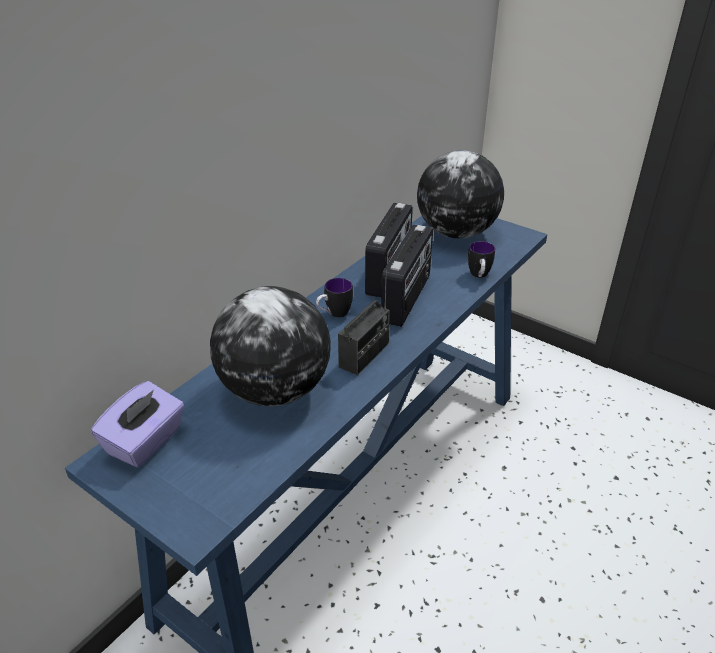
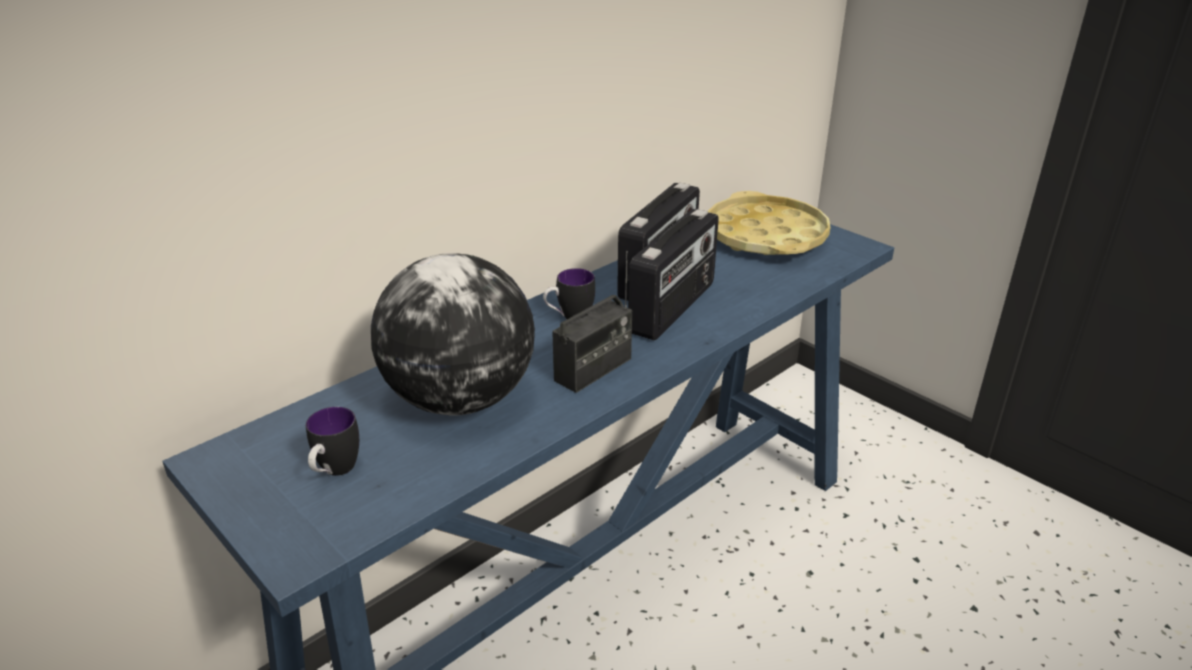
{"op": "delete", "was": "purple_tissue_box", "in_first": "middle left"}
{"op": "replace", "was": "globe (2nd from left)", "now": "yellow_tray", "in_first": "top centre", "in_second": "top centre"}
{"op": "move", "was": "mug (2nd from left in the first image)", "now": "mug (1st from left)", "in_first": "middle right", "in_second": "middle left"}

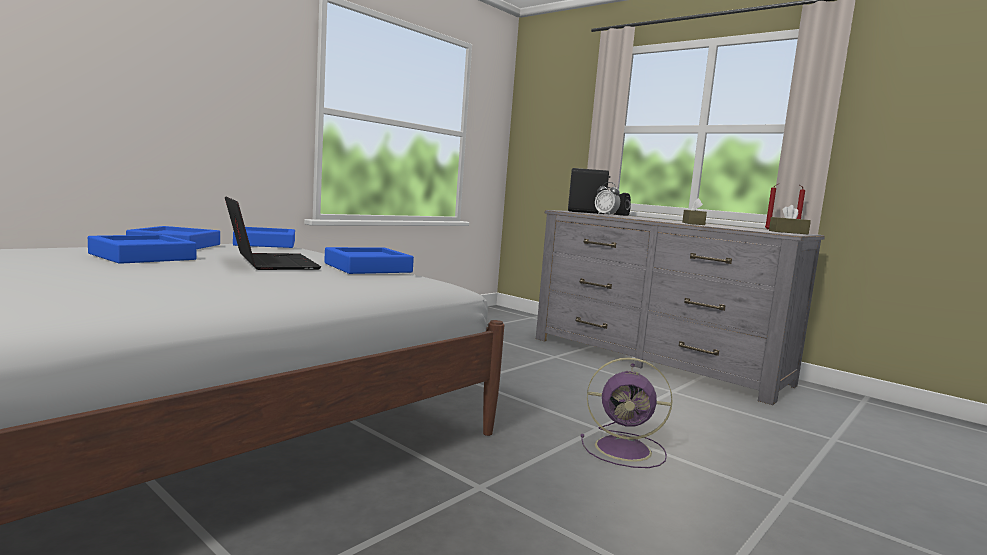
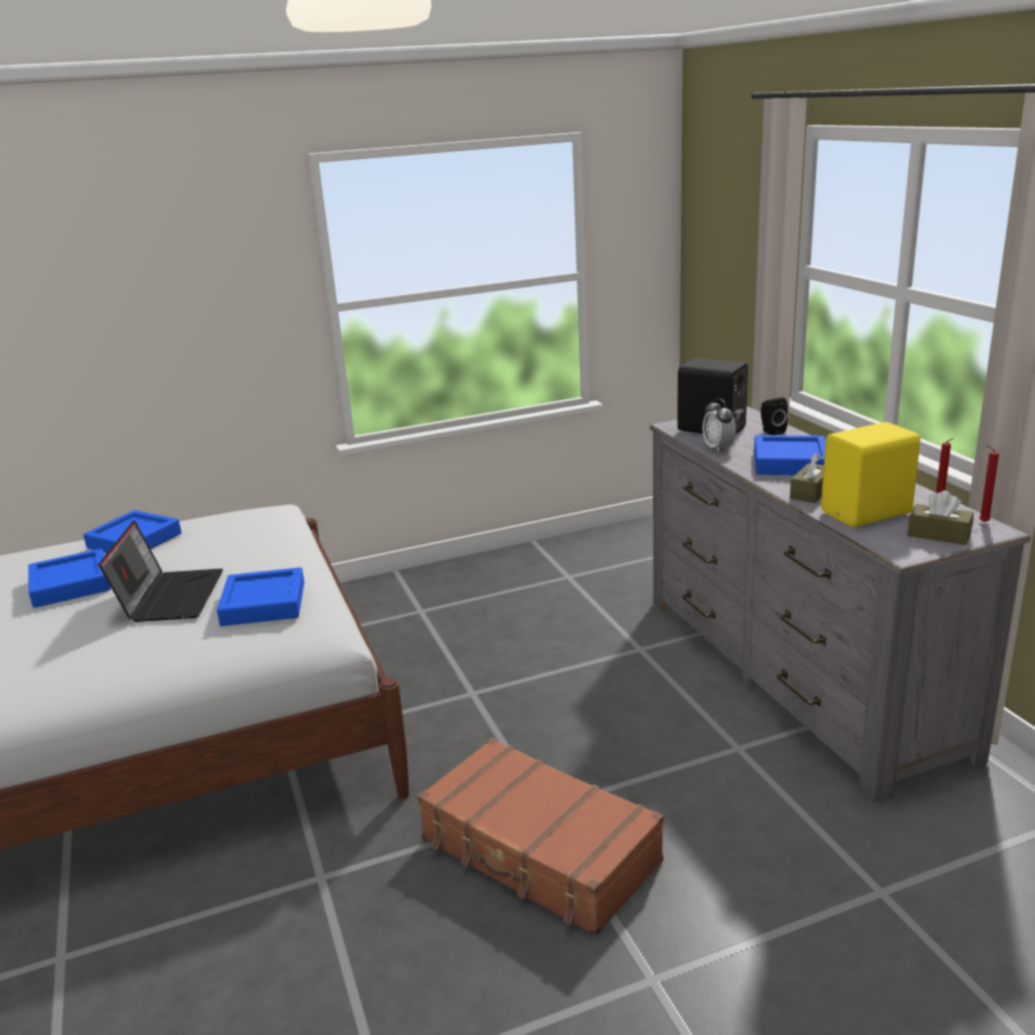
{"op": "move", "was": "blue_tray (3rd from left in the first image)", "now": "blue_tray (4th from left)", "in_first": "middle left", "in_second": "middle right"}
{"op": "replace", "was": "purple_fan", "now": "brown_suitcase", "in_first": "bottom centre", "in_second": "bottom centre"}
{"op": "insert", "now": "yellow_speaker", "in_second": "middle right"}

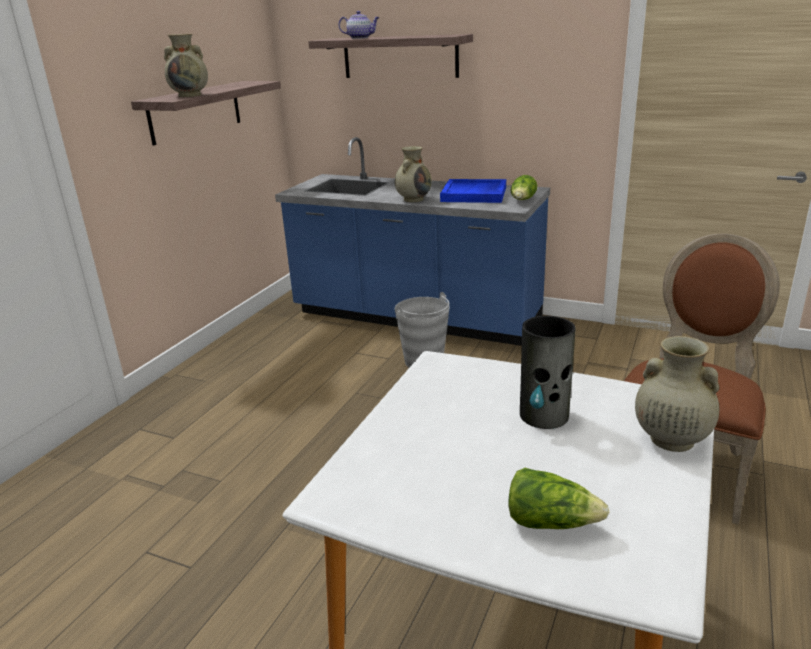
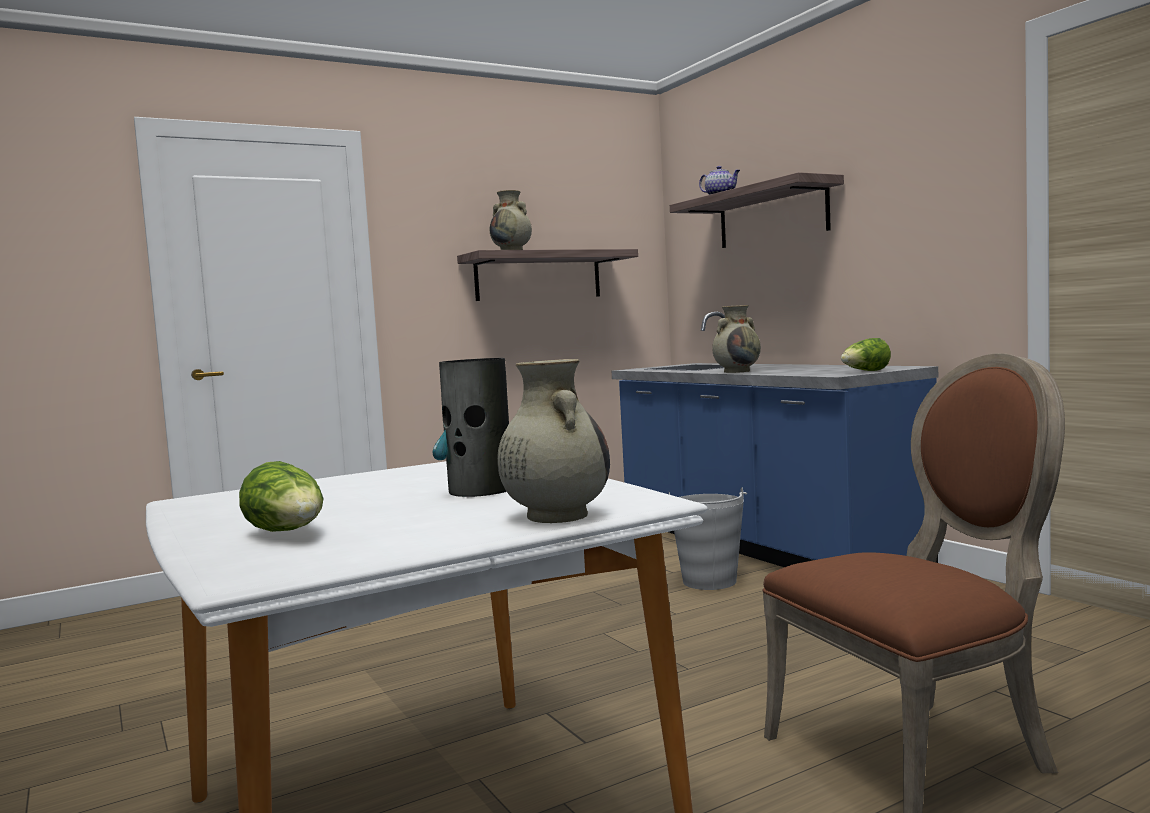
{"op": "delete", "was": "blue_tray", "in_first": "top centre"}

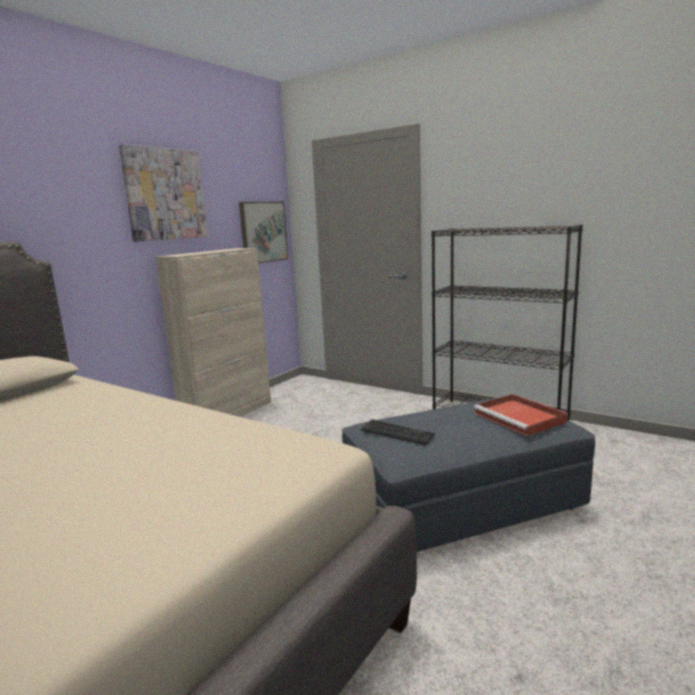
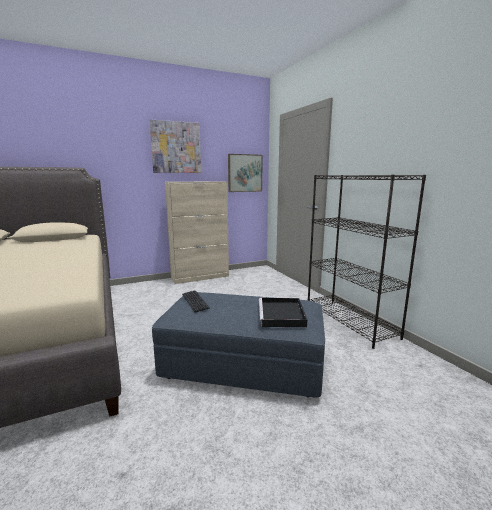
{"op": "recolor", "was": "red_tray", "now": "black_tray", "in_first": "middle right", "in_second": "centre"}

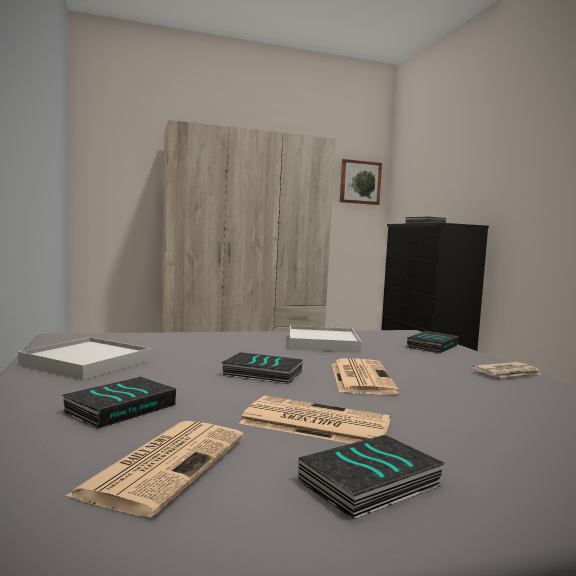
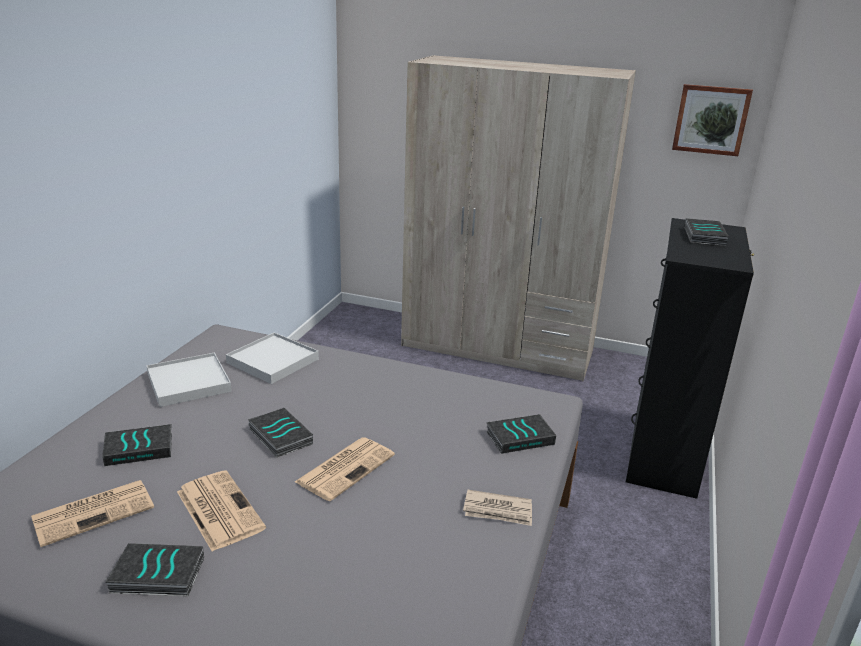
{"op": "move", "was": "white_tray (2nd from left)", "in_first": "centre", "in_second": "middle left"}

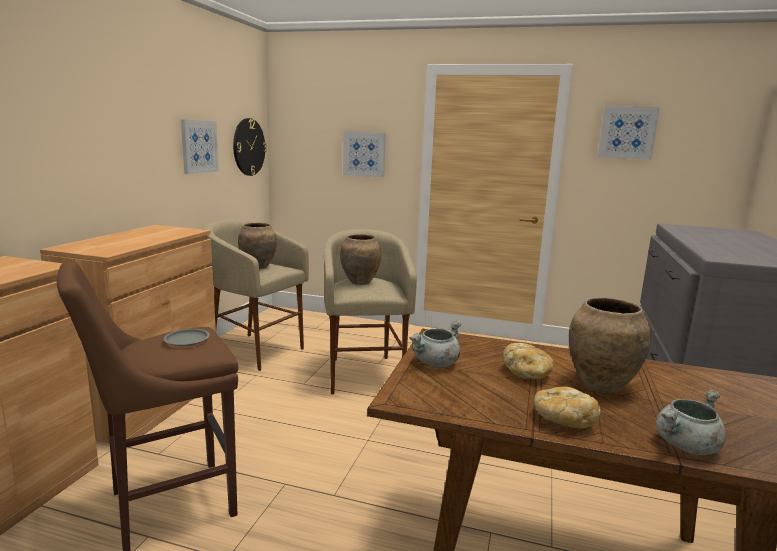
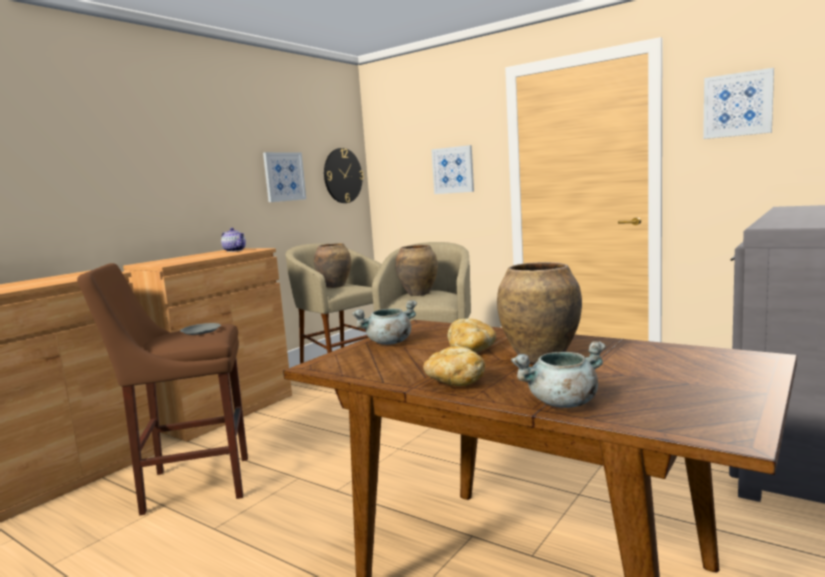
{"op": "insert", "now": "teapot", "in_second": "middle left"}

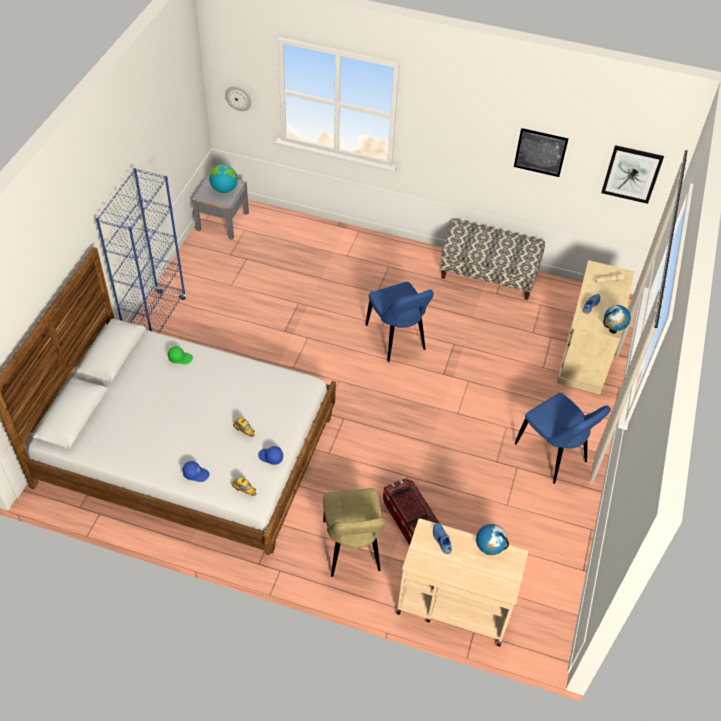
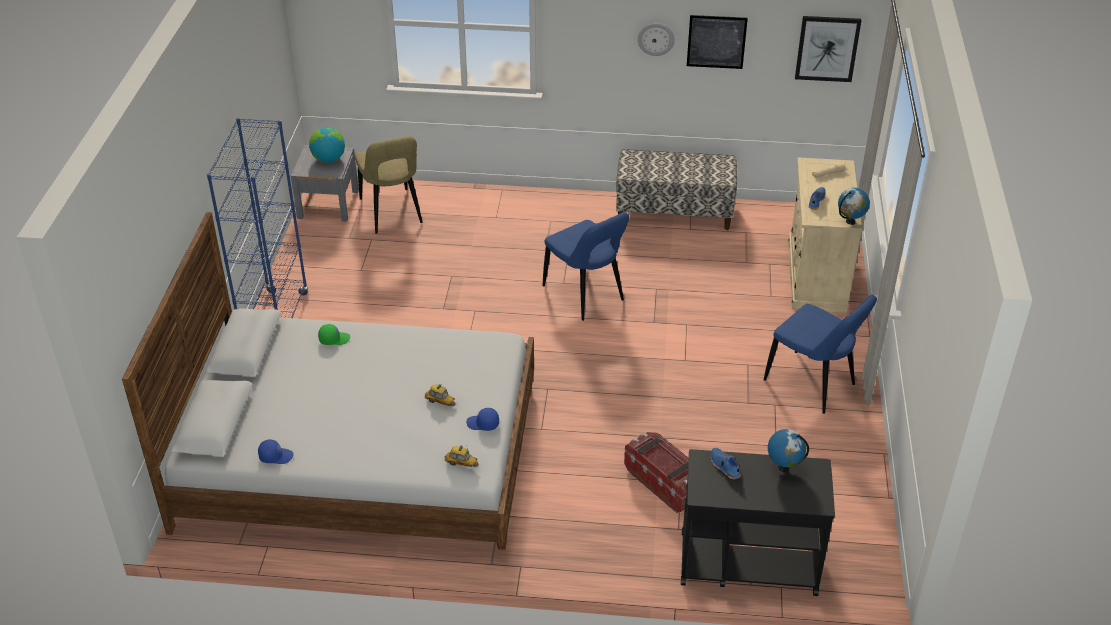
{"op": "move", "was": "blue_cap (1st from left)", "in_first": "middle left", "in_second": "bottom left"}
{"op": "move", "was": "wall_clock", "in_first": "top left", "in_second": "top centre"}
{"op": "move", "was": "beige_chair", "in_first": "bottom centre", "in_second": "top centre"}
{"op": "recolor", "was": "beige_cart", "now": "black_cart", "in_first": "bottom centre", "in_second": "bottom right"}

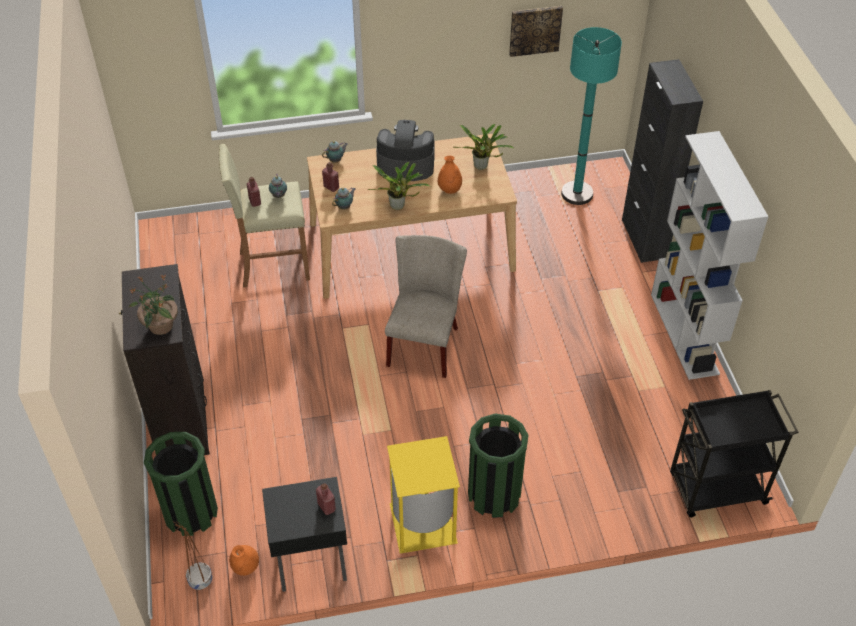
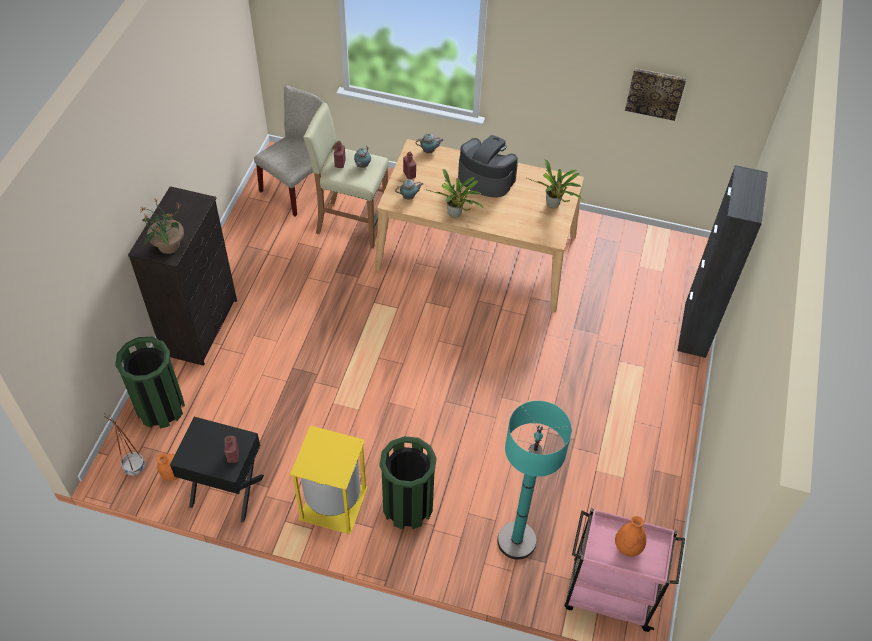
{"op": "move", "was": "beige_chair", "in_first": "centre", "in_second": "top left"}
{"op": "move", "was": "orange_vase (2nd from left)", "in_first": "top centre", "in_second": "bottom right"}
{"op": "move", "was": "turquoise_floor_lamp", "in_first": "top right", "in_second": "bottom centre"}
{"op": "delete", "was": "white_bookcase", "in_first": "middle right"}
{"op": "recolor", "was": "black_cart", "now": "pink_cart", "in_first": "bottom right", "in_second": "bottom right"}

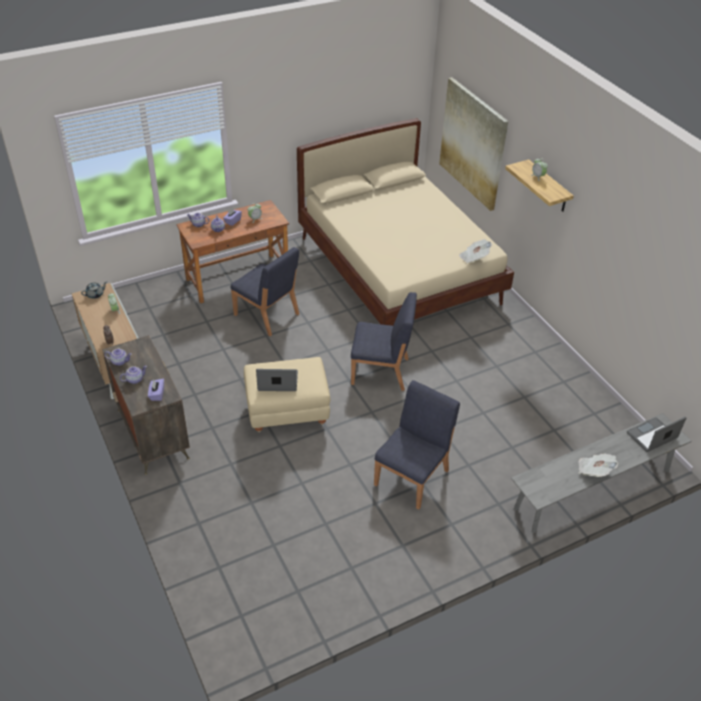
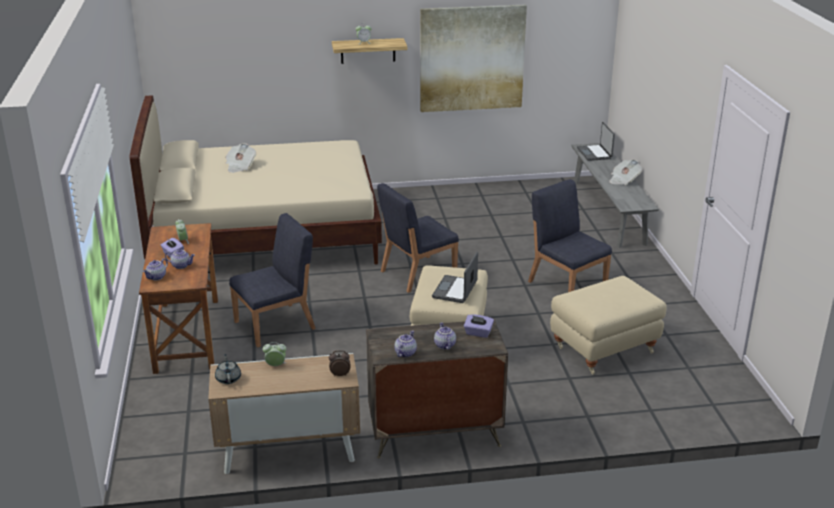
{"op": "rotate", "was": "blue_chair (2nd from left)", "in_first": "centre", "in_second": "centre", "clockwise": -150}
{"op": "move", "was": "picture", "in_first": "top right", "in_second": "top centre"}
{"op": "move", "was": "newspaper (1st from left)", "in_first": "middle right", "in_second": "top left"}
{"op": "insert", "now": "beige_ottoman (2nd from left)", "in_second": "middle right"}

